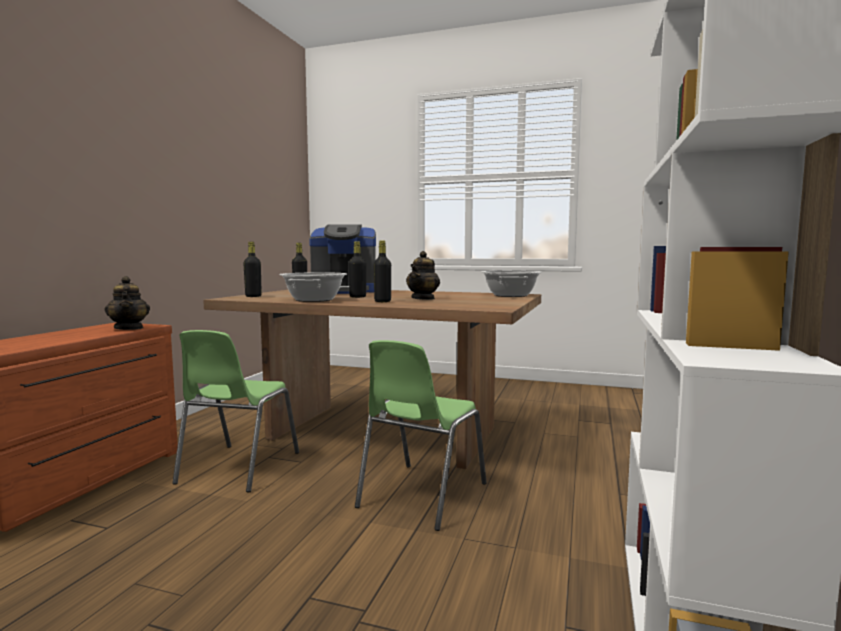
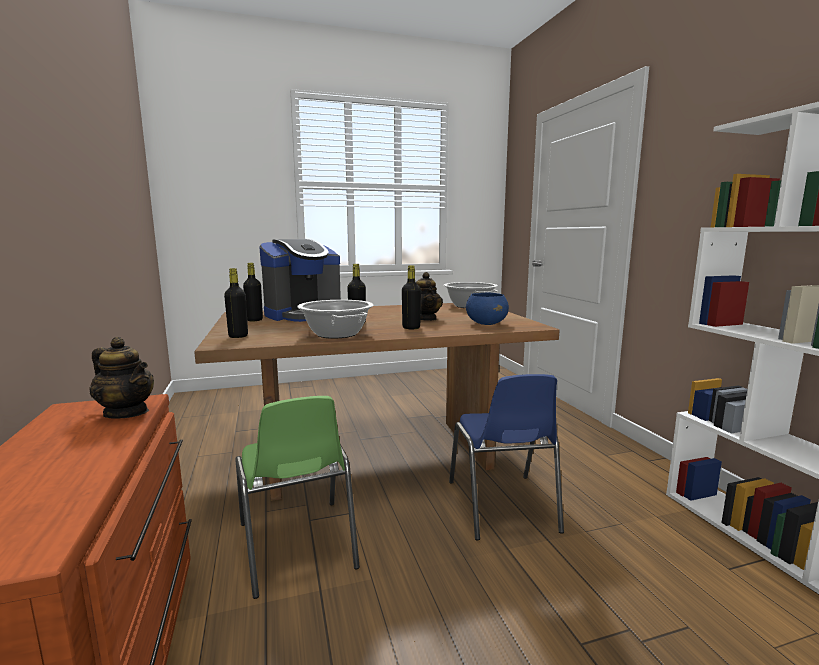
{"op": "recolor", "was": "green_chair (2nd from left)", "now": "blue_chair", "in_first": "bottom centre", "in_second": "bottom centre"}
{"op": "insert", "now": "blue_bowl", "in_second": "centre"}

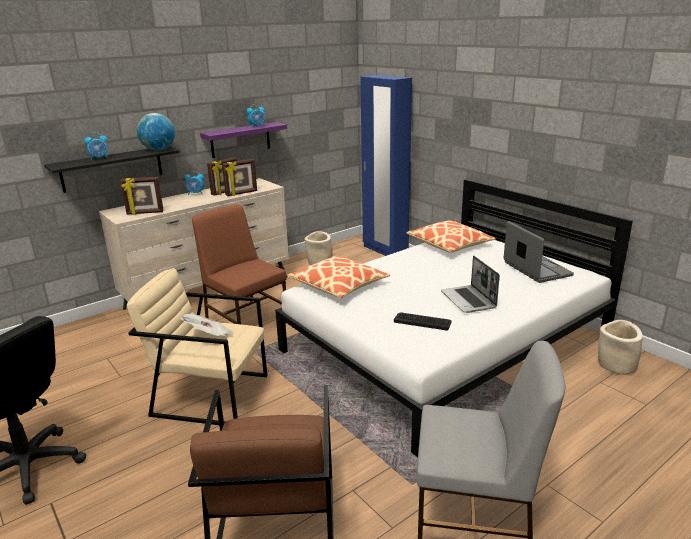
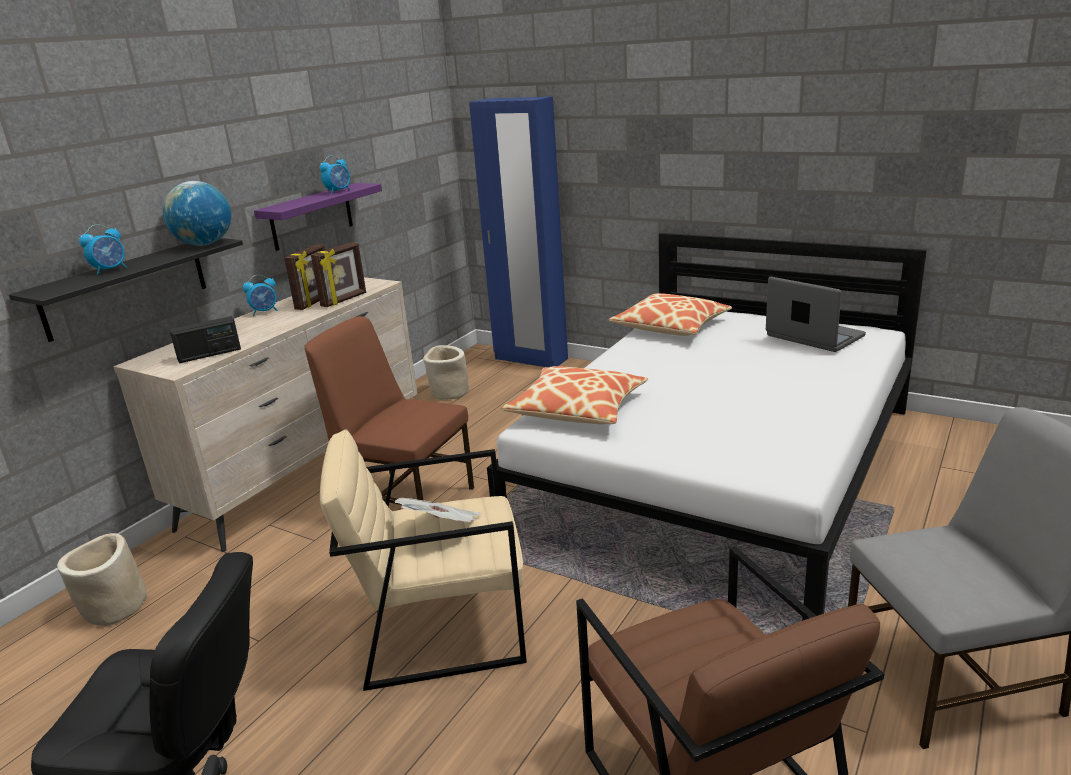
{"op": "replace", "was": "picture_frame (1st from left)", "now": "radio", "in_first": "middle left", "in_second": "middle left"}
{"op": "delete", "was": "keyboard", "in_first": "centre"}
{"op": "delete", "was": "laptop (1st from left)", "in_first": "middle right"}
{"op": "move", "was": "beige_planter (2nd from left in the first image)", "now": "beige_planter (1st from left)", "in_first": "middle right", "in_second": "bottom left"}

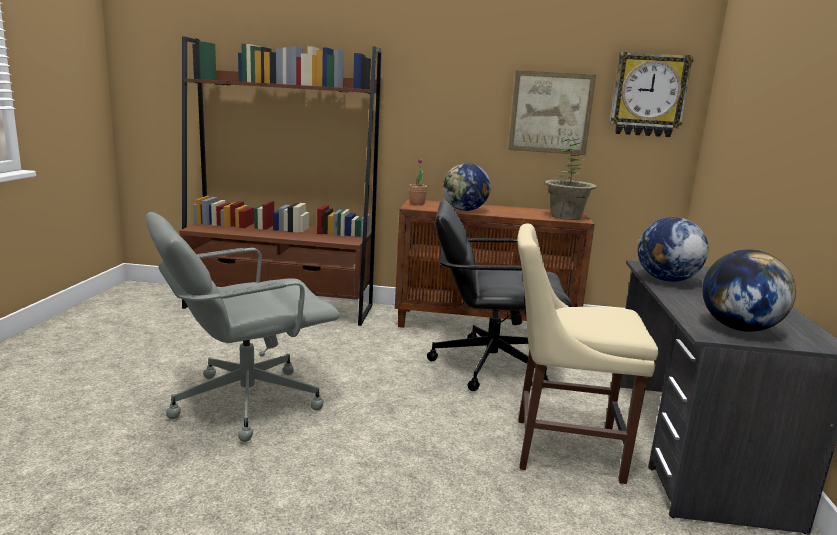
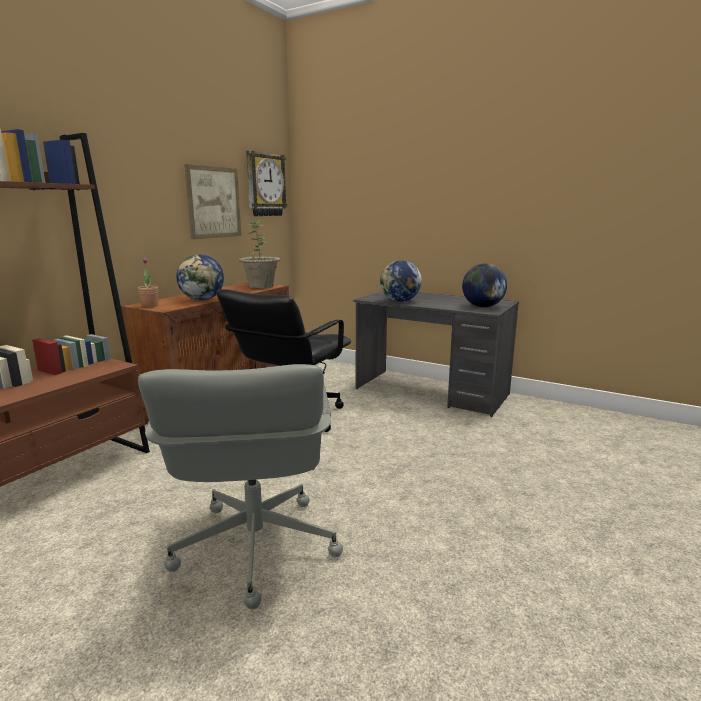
{"op": "delete", "was": "beige_chair", "in_first": "middle right"}

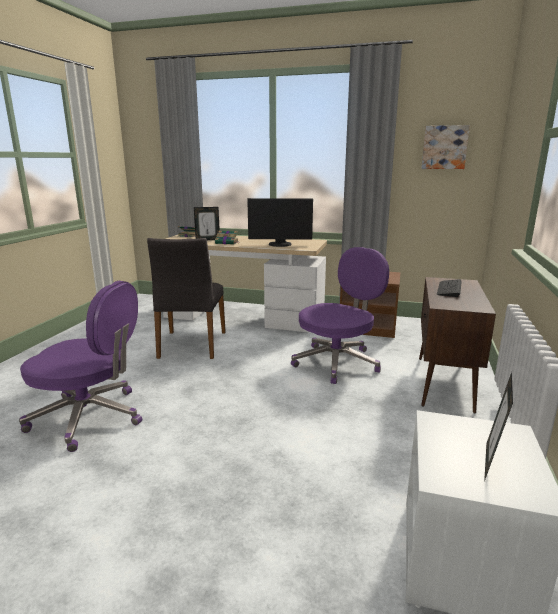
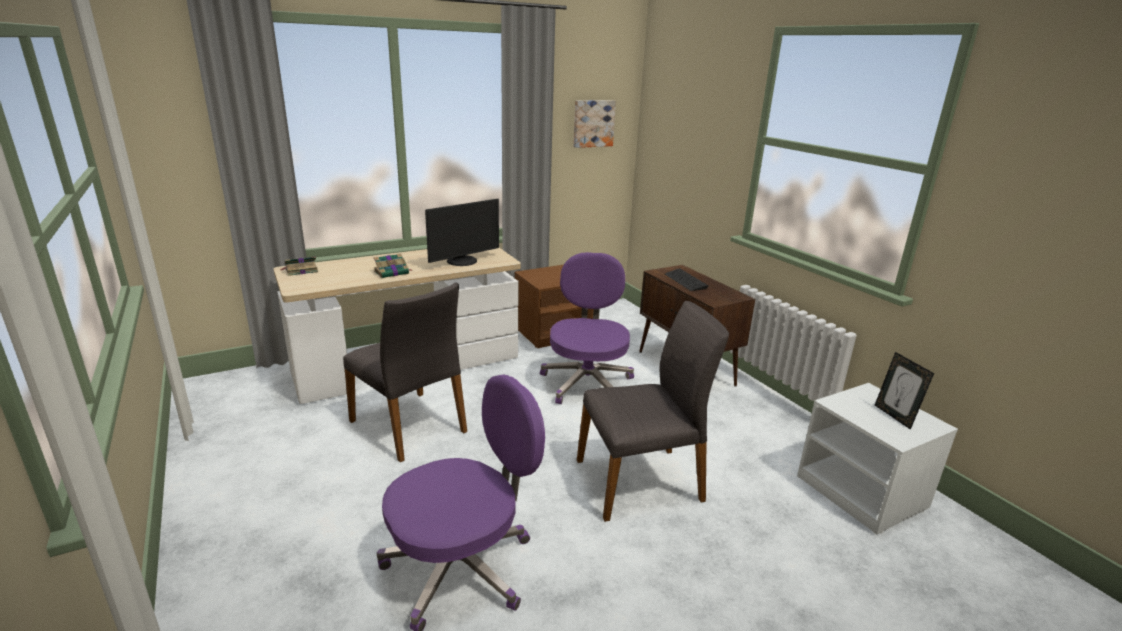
{"op": "delete", "was": "picture_frame (1st from left)", "in_first": "centre"}
{"op": "insert", "now": "grey_chair (2nd from left)", "in_second": "centre"}

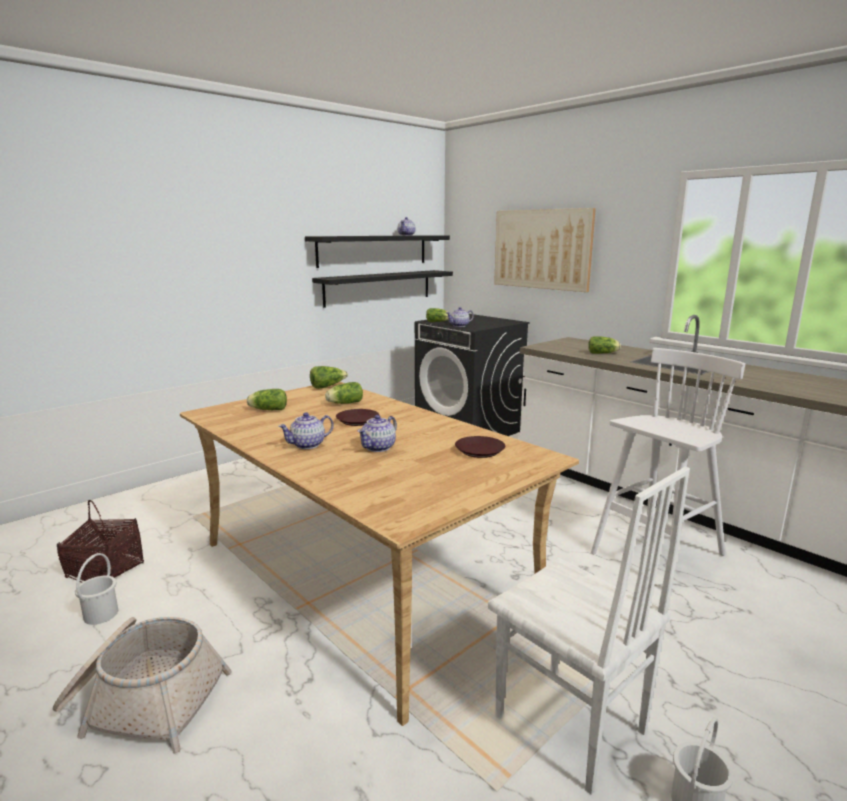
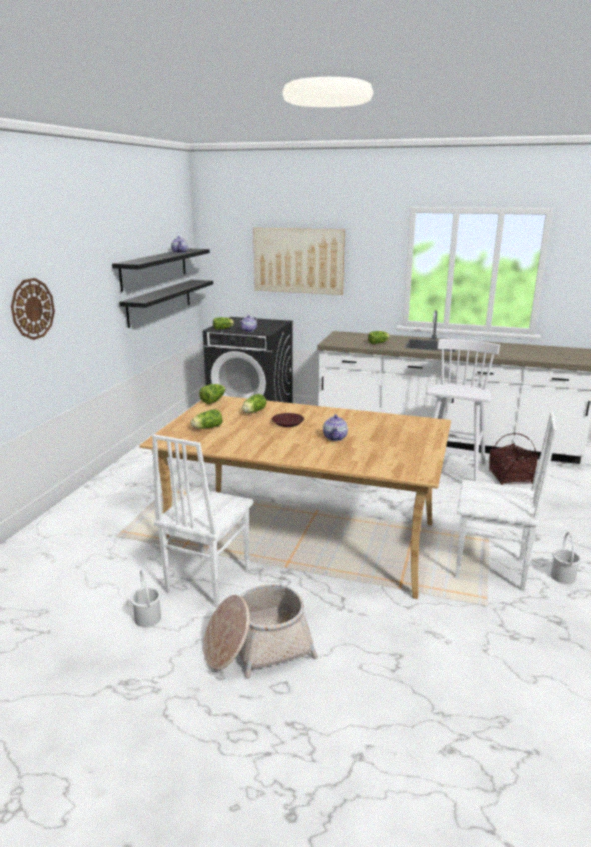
{"op": "move", "was": "basket (1st from left in the first image)", "now": "basket (2nd from left)", "in_first": "bottom left", "in_second": "middle right"}
{"op": "delete", "was": "teapot (1st from left)", "in_first": "centre"}
{"op": "delete", "was": "brown_plate (2nd from left)", "in_first": "centre"}
{"op": "insert", "now": "wall_clock", "in_second": "middle left"}
{"op": "insert", "now": "white_chair (1st from left)", "in_second": "centre"}

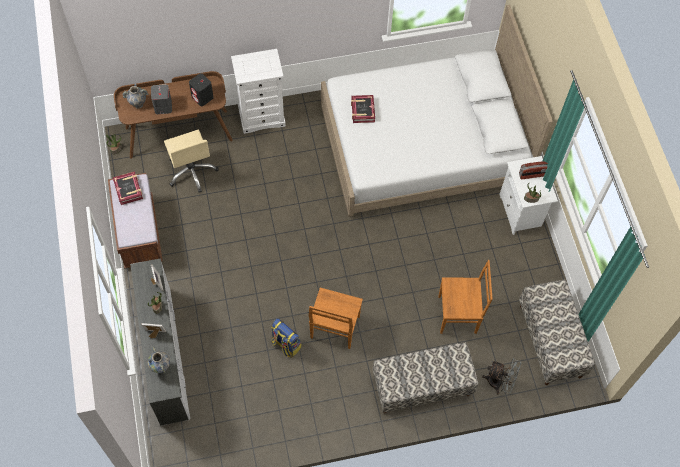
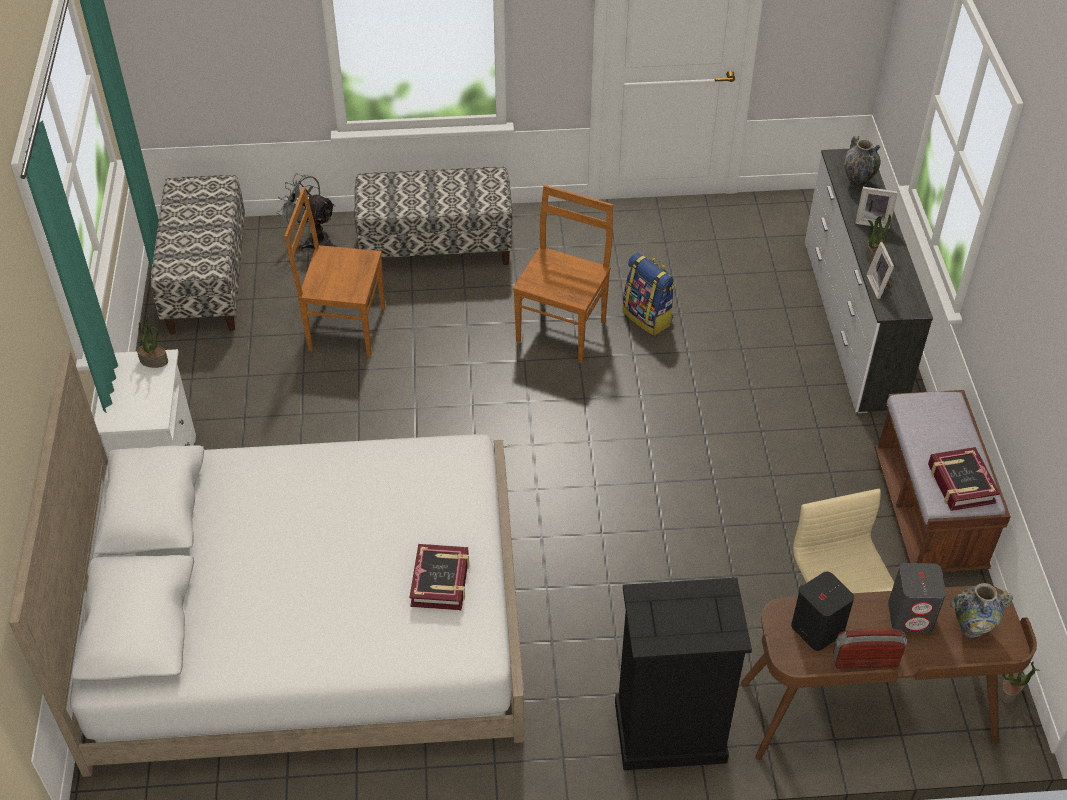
{"op": "recolor", "was": "white_dresser (2nd from left)", "now": "black_dresser", "in_first": "top centre", "in_second": "bottom centre"}
{"op": "move", "was": "radio", "in_first": "middle right", "in_second": "bottom right"}

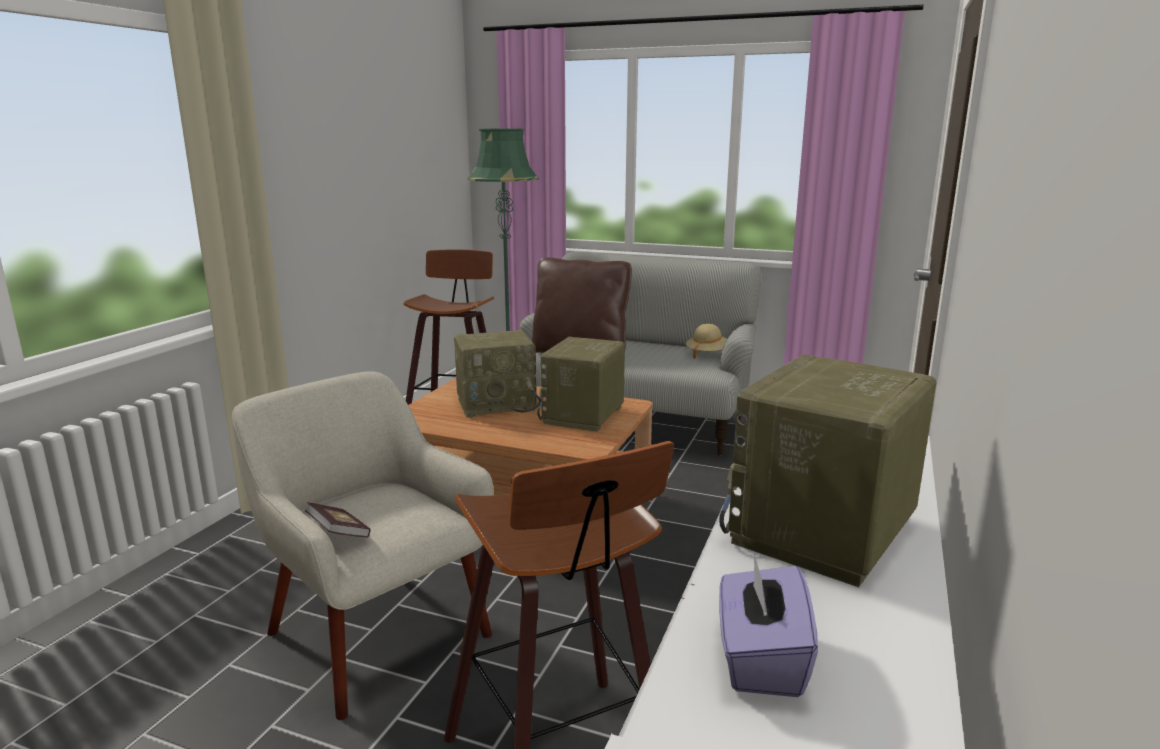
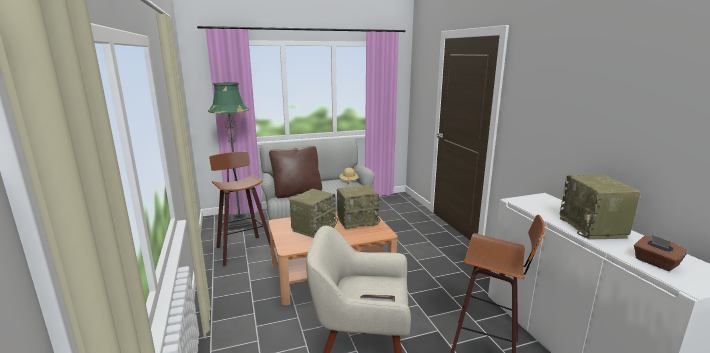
{"op": "rotate", "was": "radio (2nd from left)", "in_first": "centre", "in_second": "centre", "clockwise": -90}
{"op": "recolor", "was": "purple_tissue_box", "now": "brown_tissue_box", "in_first": "bottom centre", "in_second": "bottom right"}

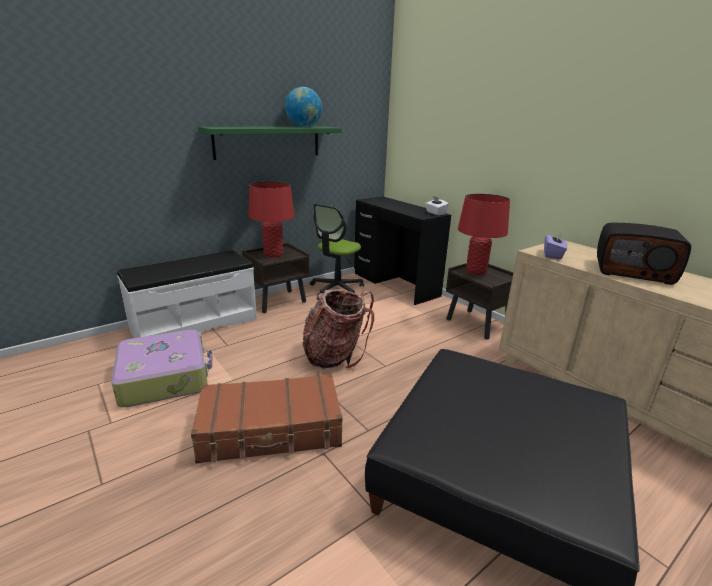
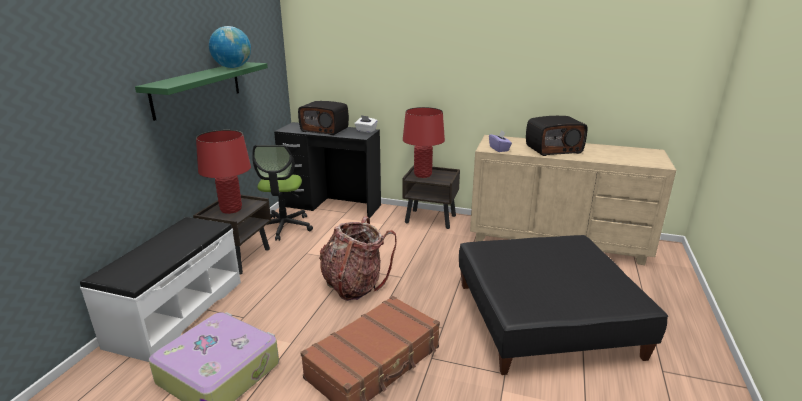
{"op": "insert", "now": "radio (1st from left)", "in_second": "top centre"}

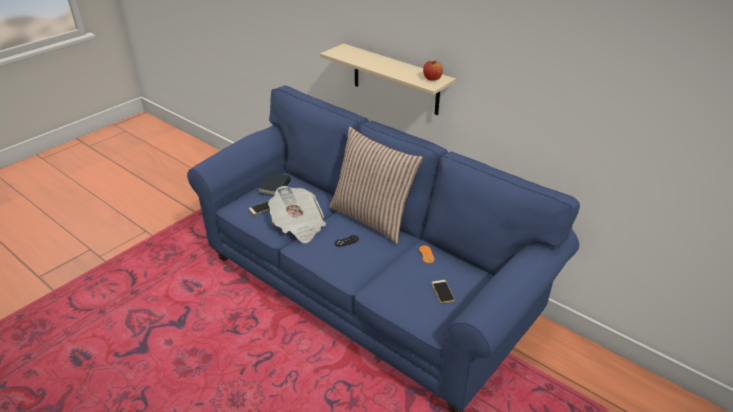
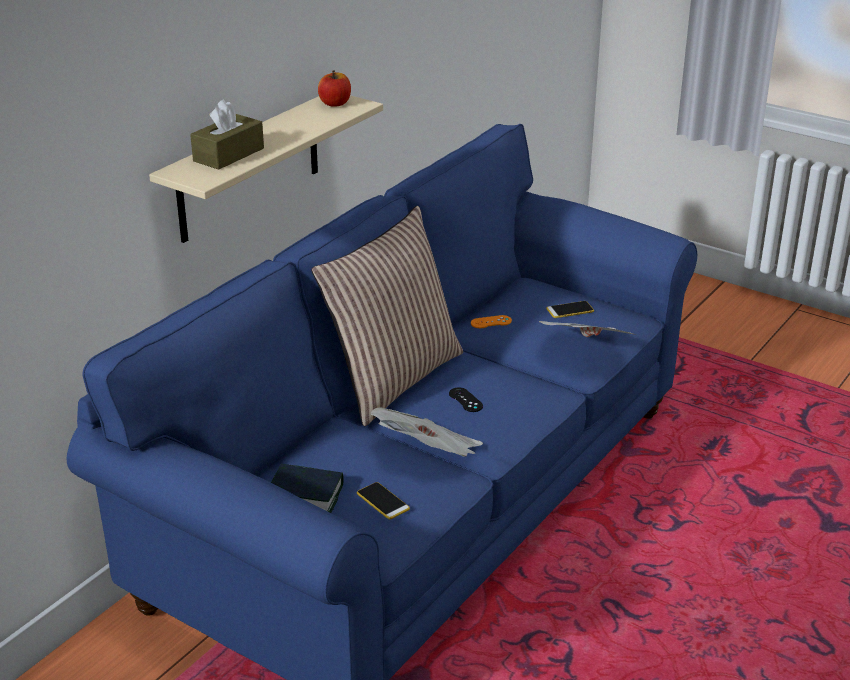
{"op": "insert", "now": "brown_tissue_box", "in_second": "top left"}
{"op": "insert", "now": "newspaper (2nd from left)", "in_second": "middle right"}

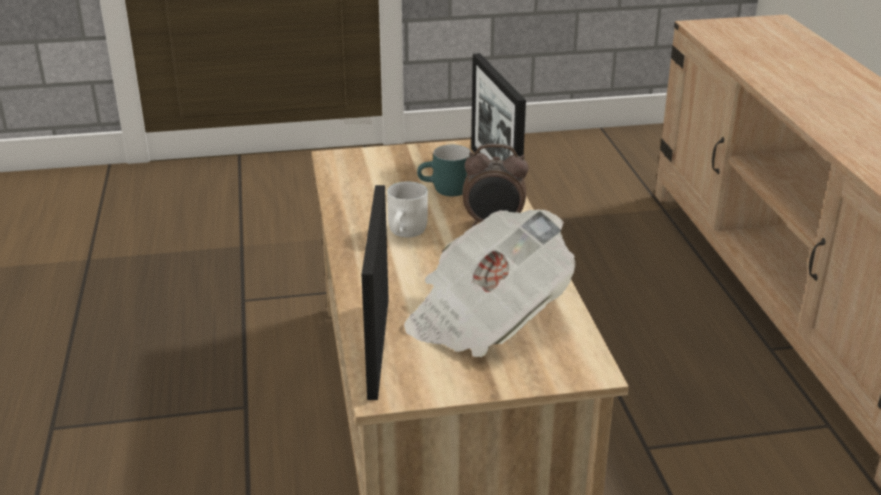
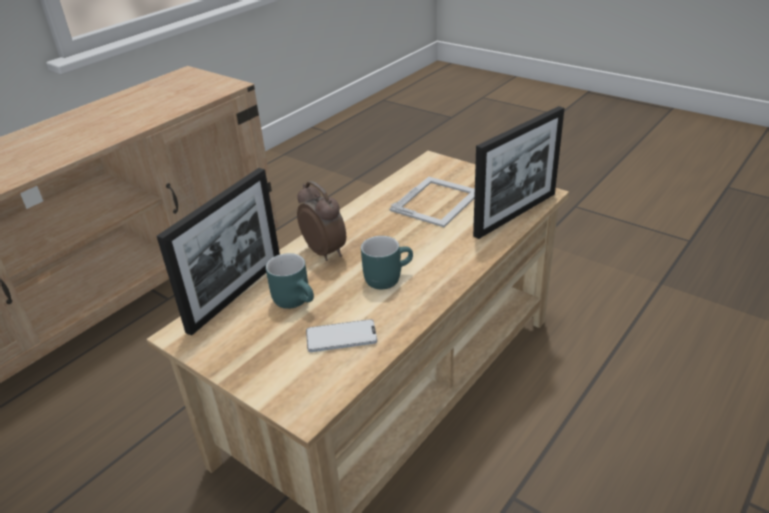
{"op": "recolor", "was": "white_mug", "now": "turquoise_mug (2nd from left)", "in_first": "centre", "in_second": "centre"}
{"op": "replace", "was": "newspaper", "now": "picture_frame (2nd from left)", "in_first": "centre", "in_second": "centre"}
{"op": "insert", "now": "phone", "in_second": "centre"}

